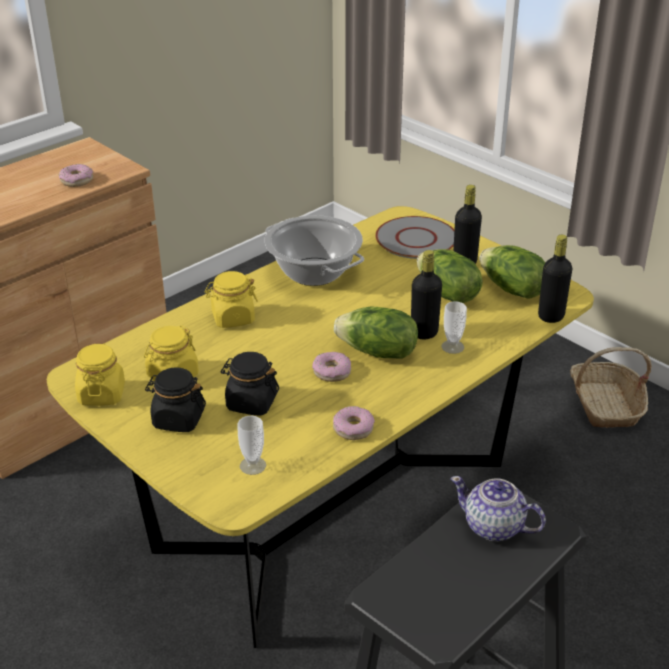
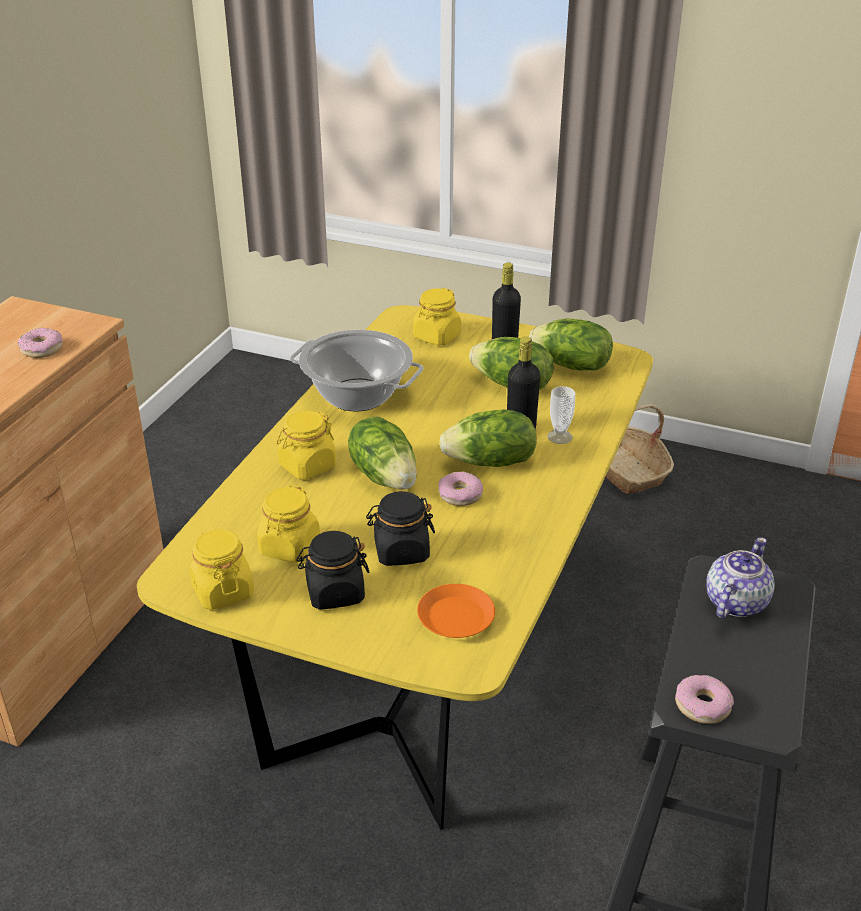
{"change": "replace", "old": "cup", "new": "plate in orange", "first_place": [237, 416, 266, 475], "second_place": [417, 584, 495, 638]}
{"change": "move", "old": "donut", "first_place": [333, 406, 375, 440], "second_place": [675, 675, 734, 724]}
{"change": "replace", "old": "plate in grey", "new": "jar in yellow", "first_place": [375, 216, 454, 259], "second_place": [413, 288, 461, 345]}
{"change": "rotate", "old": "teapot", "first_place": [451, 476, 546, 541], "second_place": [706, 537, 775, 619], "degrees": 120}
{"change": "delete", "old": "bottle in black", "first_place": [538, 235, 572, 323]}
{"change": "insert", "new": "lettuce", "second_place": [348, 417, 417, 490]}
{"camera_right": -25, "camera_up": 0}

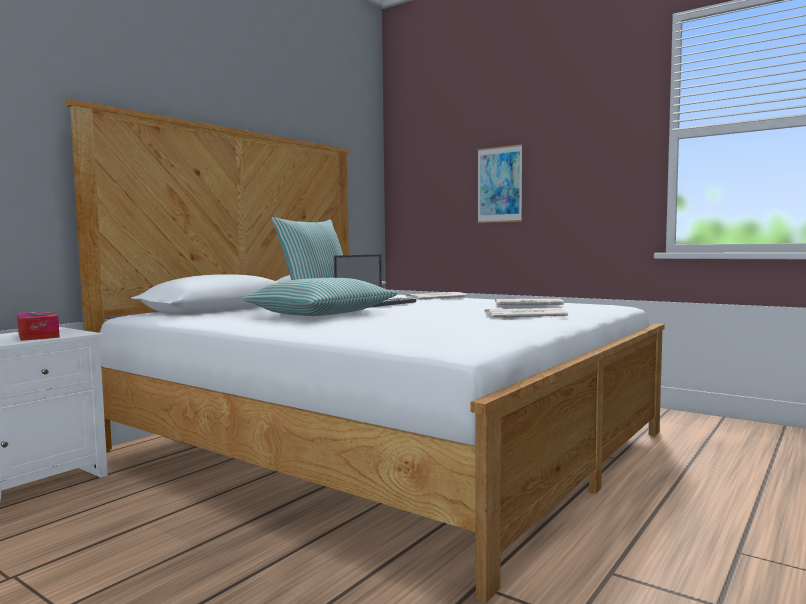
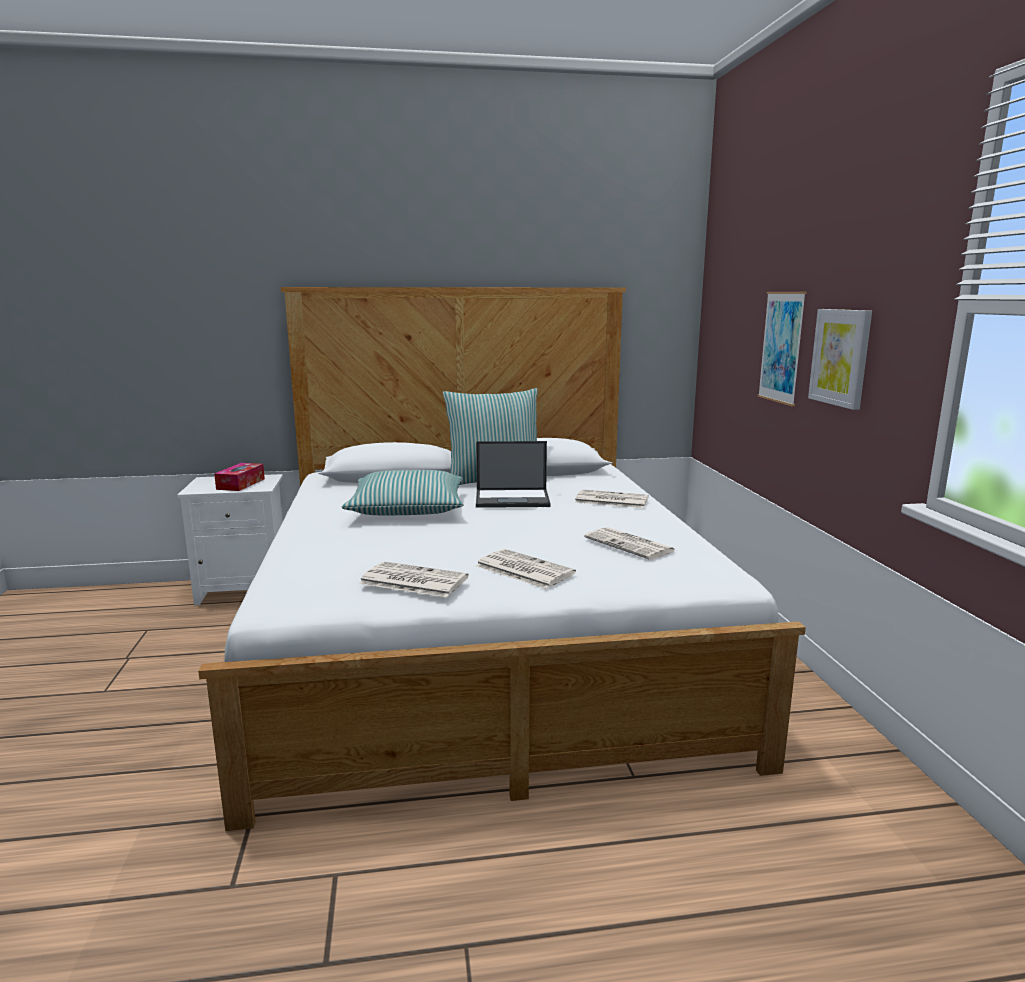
{"change": "insert", "new": "newspaper", "second_place": [359, 562, 469, 597]}
{"change": "insert", "new": "picture", "second_place": [808, 309, 872, 410]}
{"camera_right": 45, "camera_up": 10}

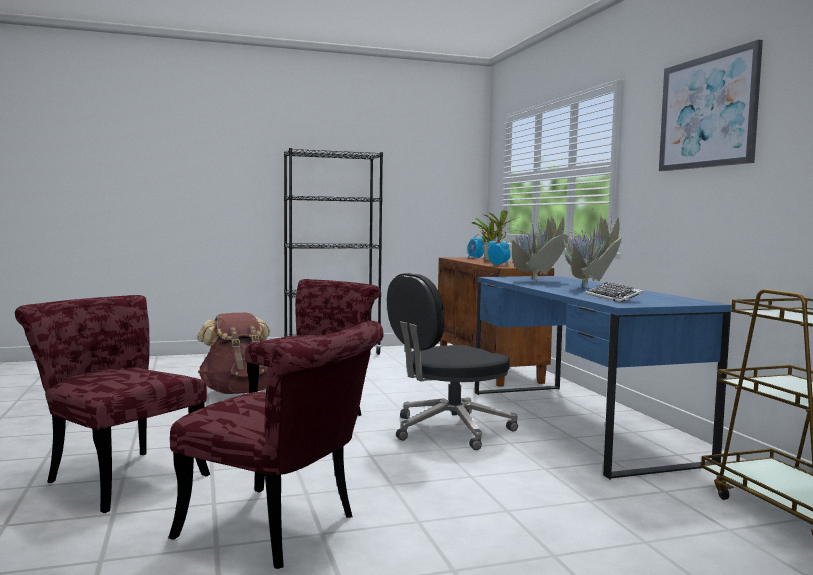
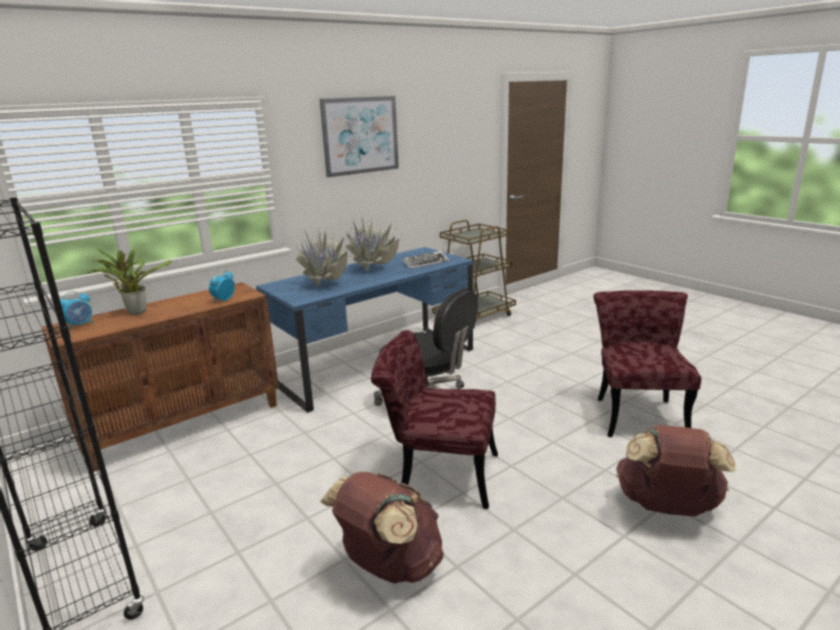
{"change": "replace", "old": "chair in red", "new": "backpack in brown", "first_place": [15, 295, 210, 513], "second_place": [616, 425, 735, 517]}
{"camera_right": -110, "camera_up": 15}

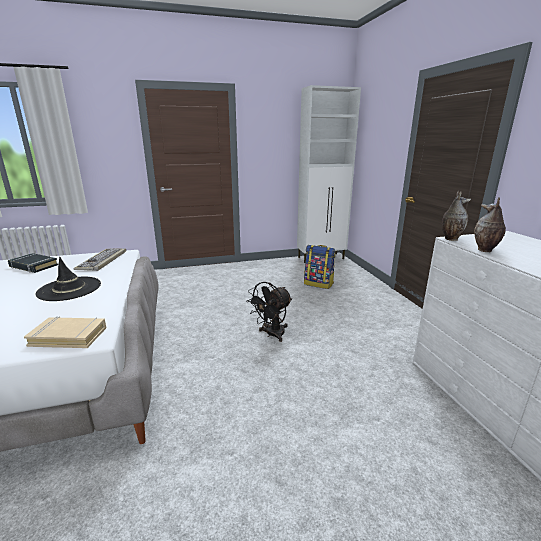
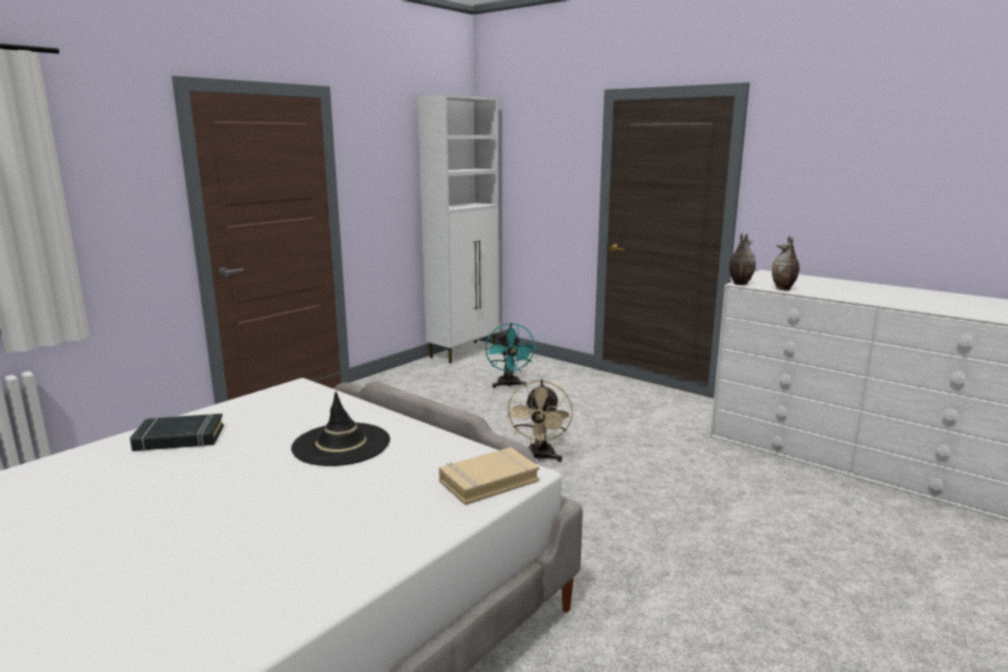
{"change": "delete", "old": "keyboard", "first_place": [74, 248, 126, 271]}
{"change": "recolor", "old": "fan in black", "new": "fan in beige", "first_place": [246, 282, 292, 342], "second_place": [506, 380, 573, 462]}
{"change": "replace", "old": "backpack", "new": "fan in turquoise", "first_place": [304, 245, 335, 289], "second_place": [485, 323, 536, 388]}
{"camera_right": -35, "camera_up": -5}

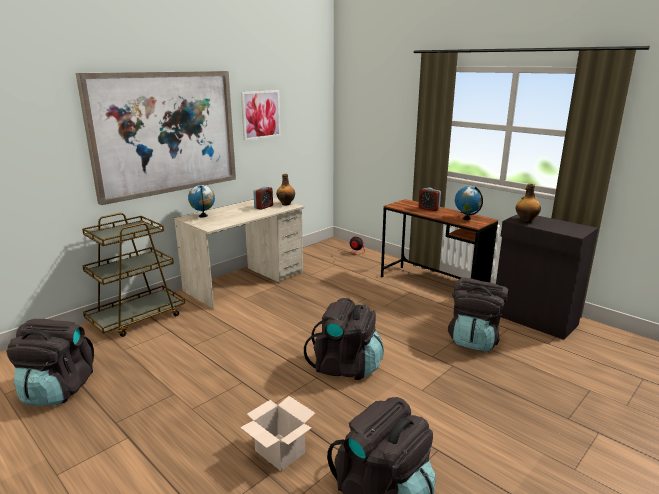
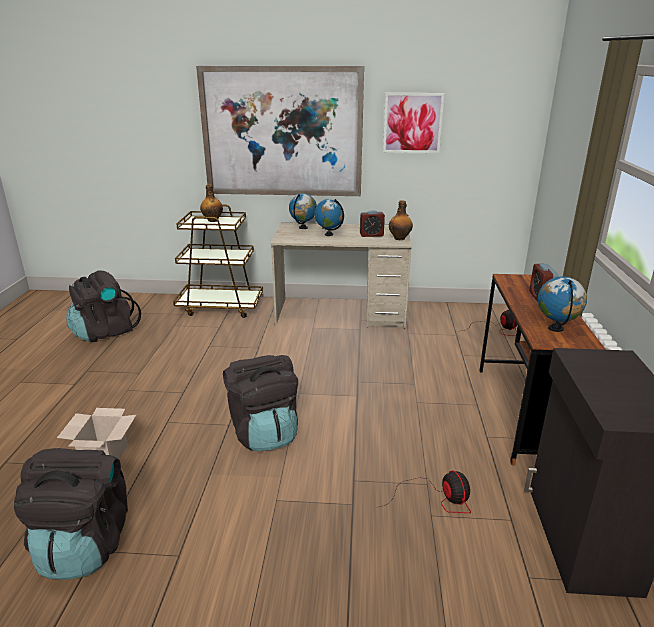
{"change": "replace", "old": "backpack in black", "new": "fan", "first_place": [448, 277, 508, 351], "second_place": [376, 470, 471, 513]}
{"change": "move", "old": "bottle", "first_place": [516, 184, 541, 222], "second_place": [200, 185, 223, 222]}
{"change": "insert", "new": "globe", "second_place": [315, 199, 344, 236]}
{"camera_right": 50, "camera_up": 5}

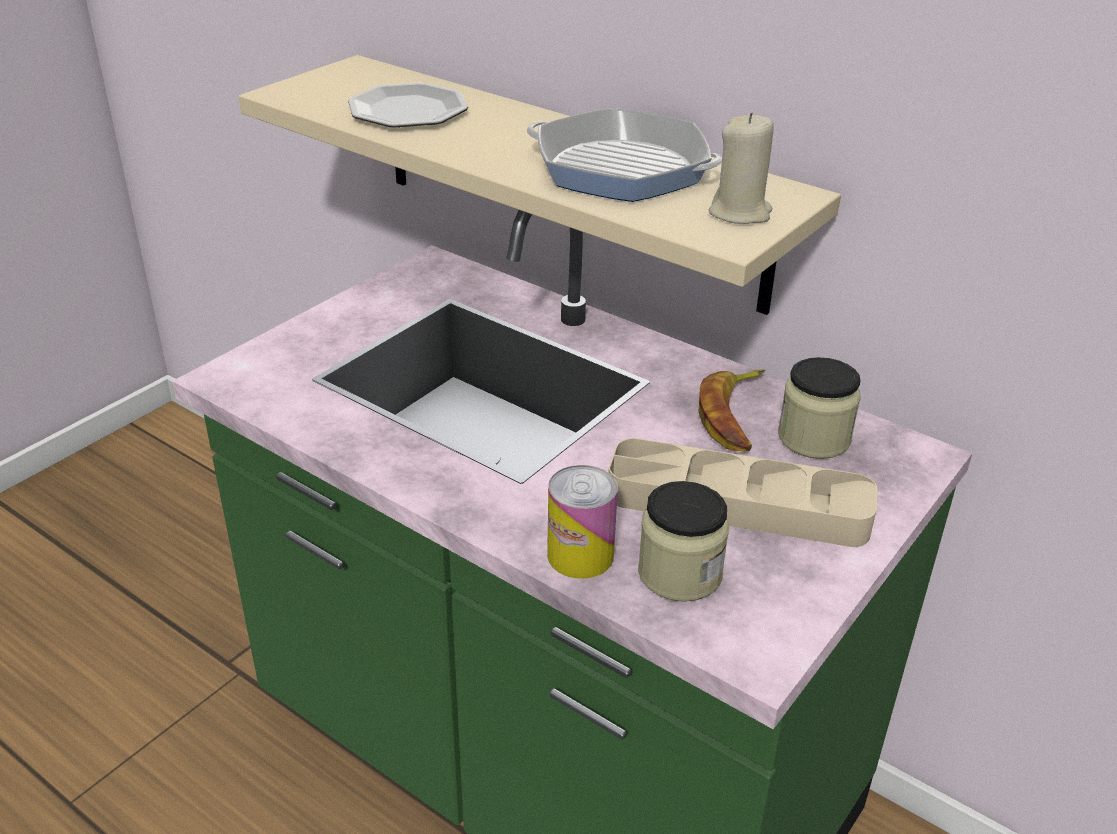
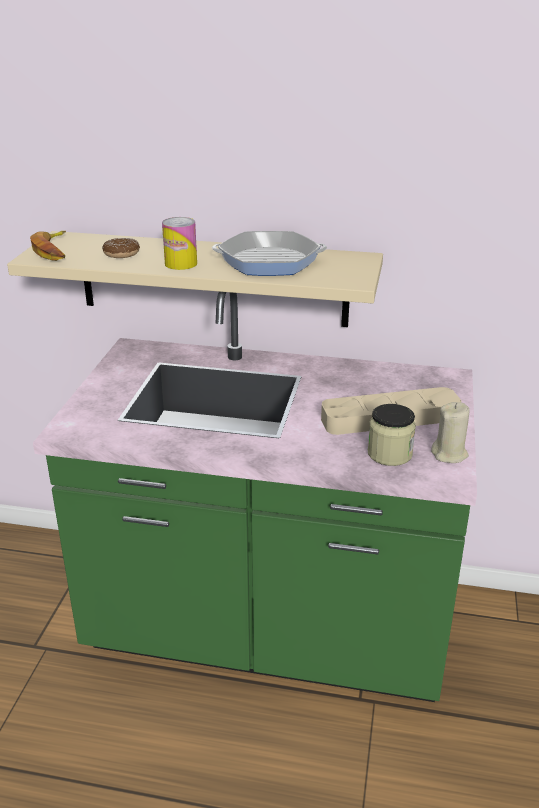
{"change": "replace", "old": "plate", "new": "donut", "first_place": [348, 82, 468, 128], "second_place": [102, 238, 140, 258]}
{"change": "move", "old": "can", "first_place": [547, 465, 618, 579], "second_place": [162, 217, 197, 270]}
{"change": "move", "old": "banana", "first_place": [698, 369, 765, 451], "second_place": [30, 231, 66, 261]}
{"change": "move", "old": "candle in beige", "first_place": [709, 113, 774, 224], "second_place": [431, 402, 470, 463]}
{"change": "delete", "old": "jar", "first_place": [778, 357, 861, 459]}
{"camera_right": -25, "camera_up": -5}

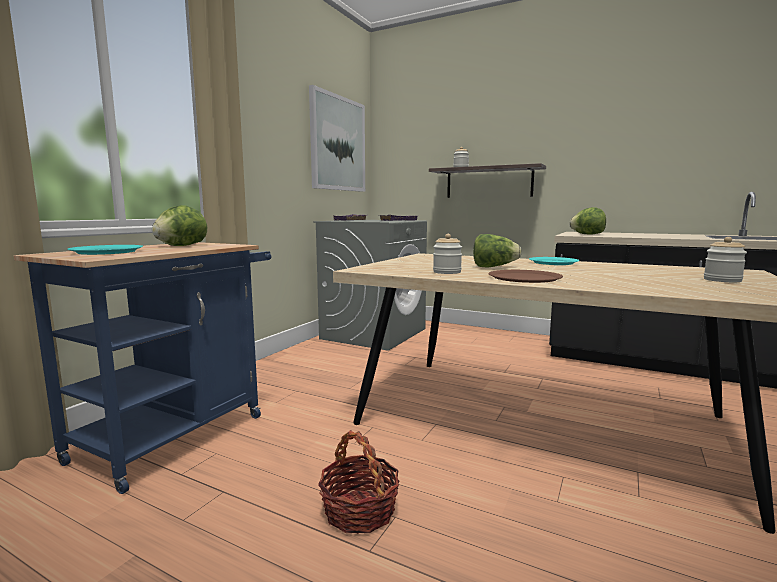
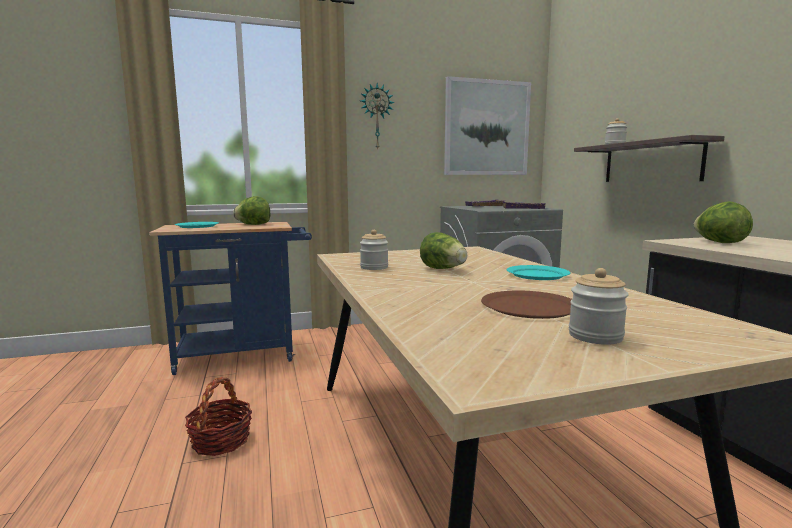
{"change": "move", "old": "plate in brown", "first_place": [488, 270, 563, 283], "second_place": [481, 291, 572, 319]}
{"change": "insert", "new": "wall clock", "second_place": [360, 83, 394, 150]}
{"camera_right": 45, "camera_up": 0}

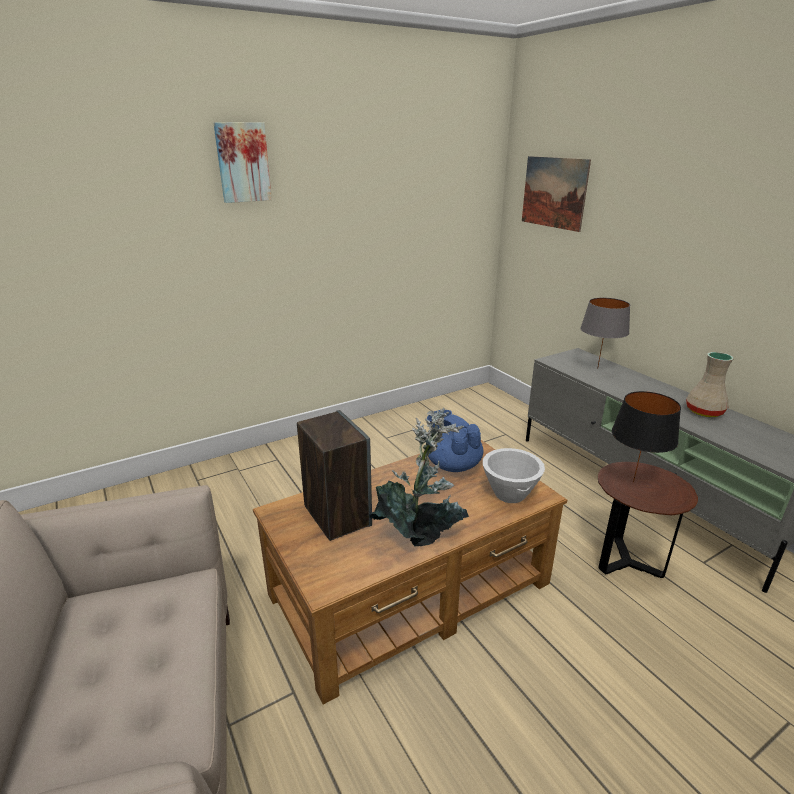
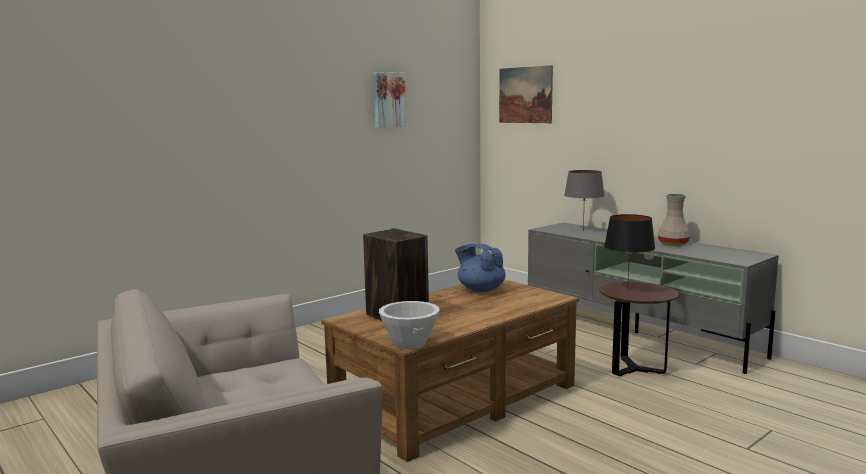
{"change": "move", "old": "picture", "first_place": [213, 122, 272, 203], "second_place": [373, 72, 406, 128]}
{"change": "delete", "old": "potted plant", "first_place": [369, 408, 469, 546]}
{"change": "move", "old": "bowl in white", "first_place": [483, 448, 545, 503], "second_place": [379, 301, 440, 350]}
{"camera_right": -10, "camera_up": -15}

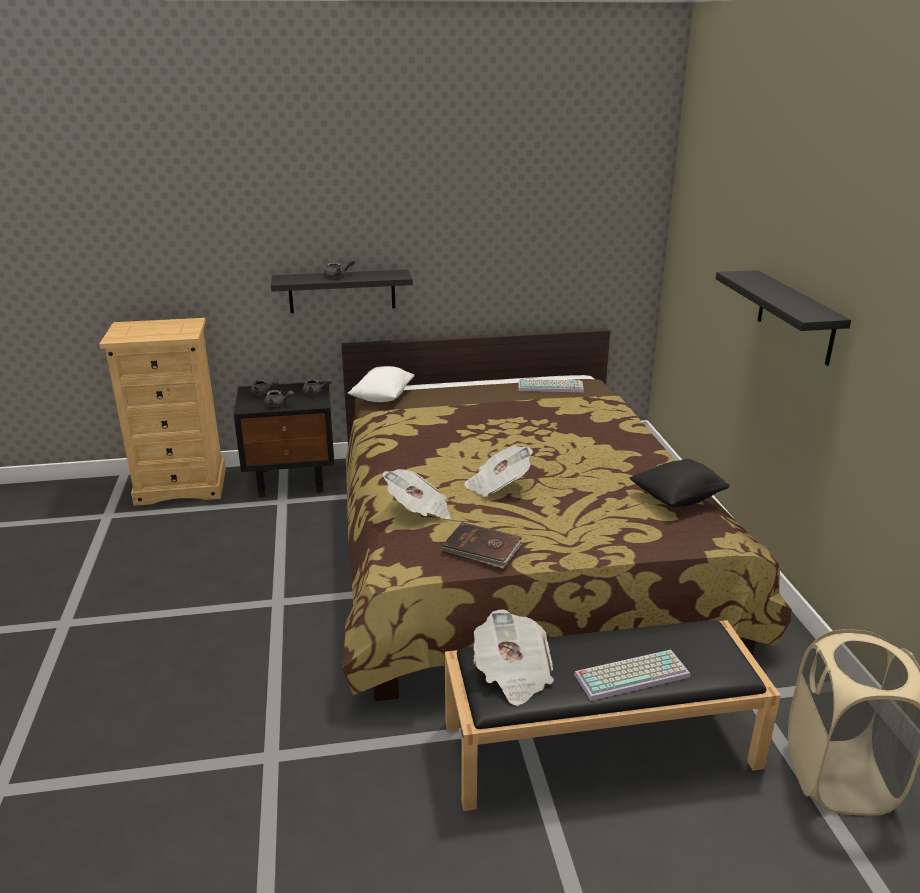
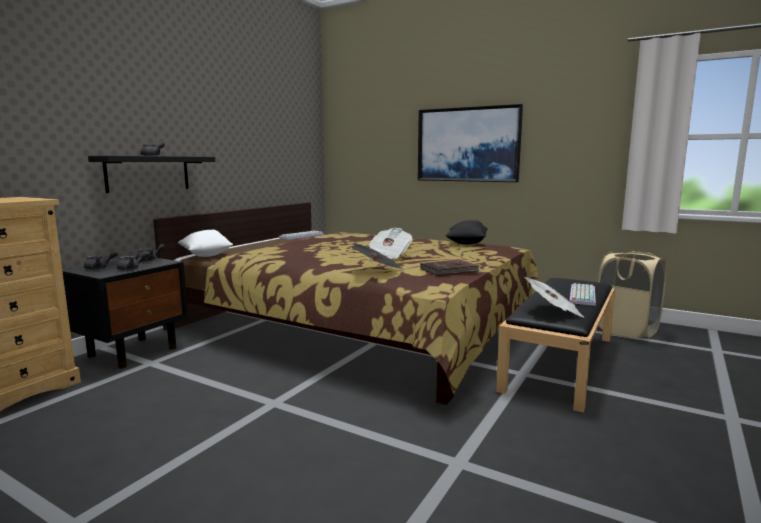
{"change": "replace", "old": "shelf in black", "new": "picture", "first_place": [716, 270, 851, 366], "second_place": [418, 104, 523, 182]}
{"camera_right": -50, "camera_up": -15}

